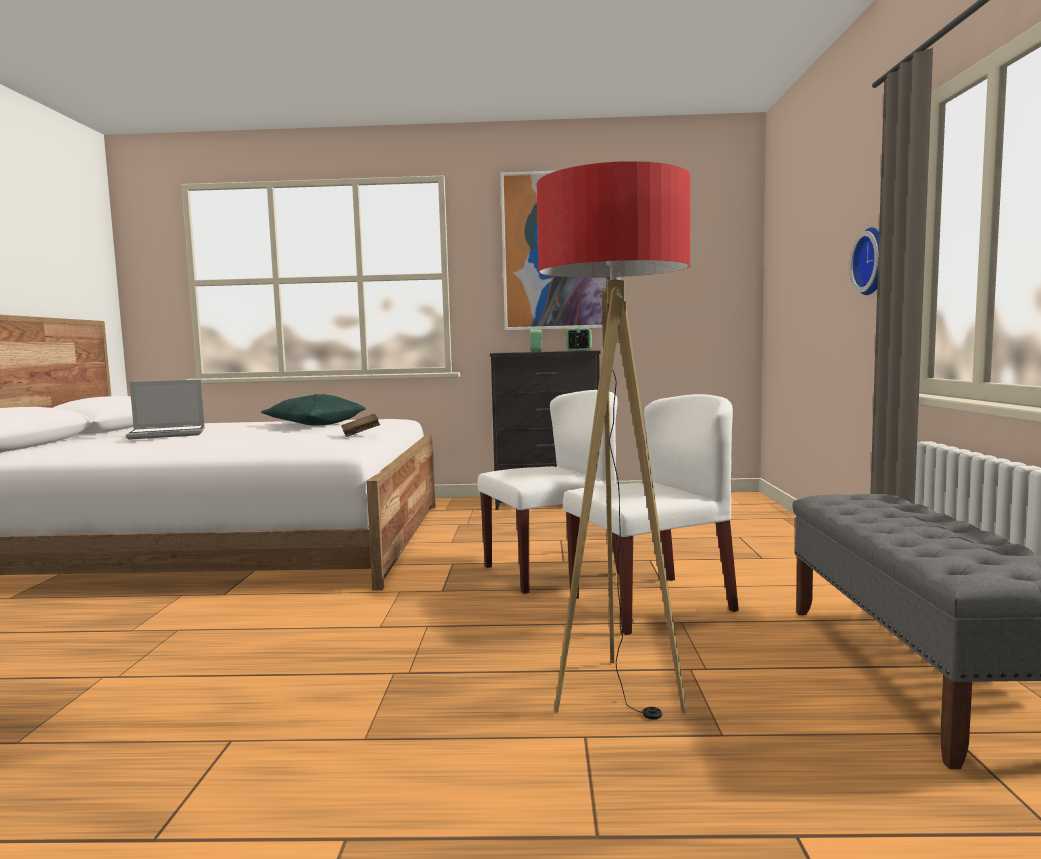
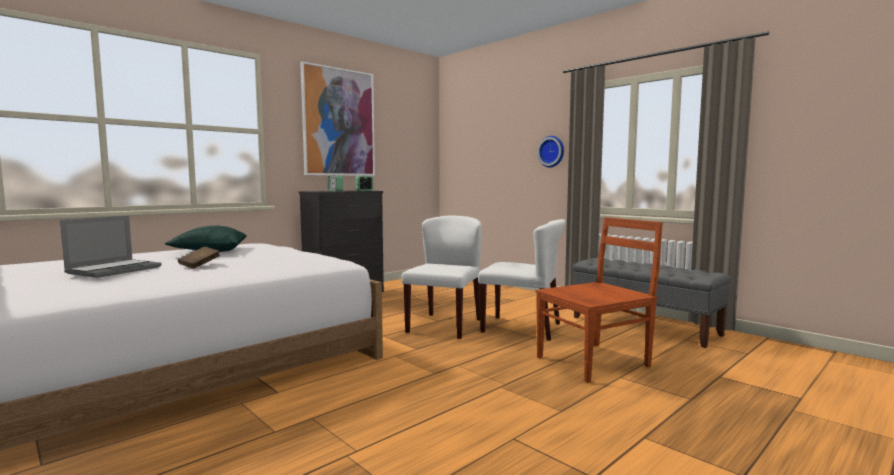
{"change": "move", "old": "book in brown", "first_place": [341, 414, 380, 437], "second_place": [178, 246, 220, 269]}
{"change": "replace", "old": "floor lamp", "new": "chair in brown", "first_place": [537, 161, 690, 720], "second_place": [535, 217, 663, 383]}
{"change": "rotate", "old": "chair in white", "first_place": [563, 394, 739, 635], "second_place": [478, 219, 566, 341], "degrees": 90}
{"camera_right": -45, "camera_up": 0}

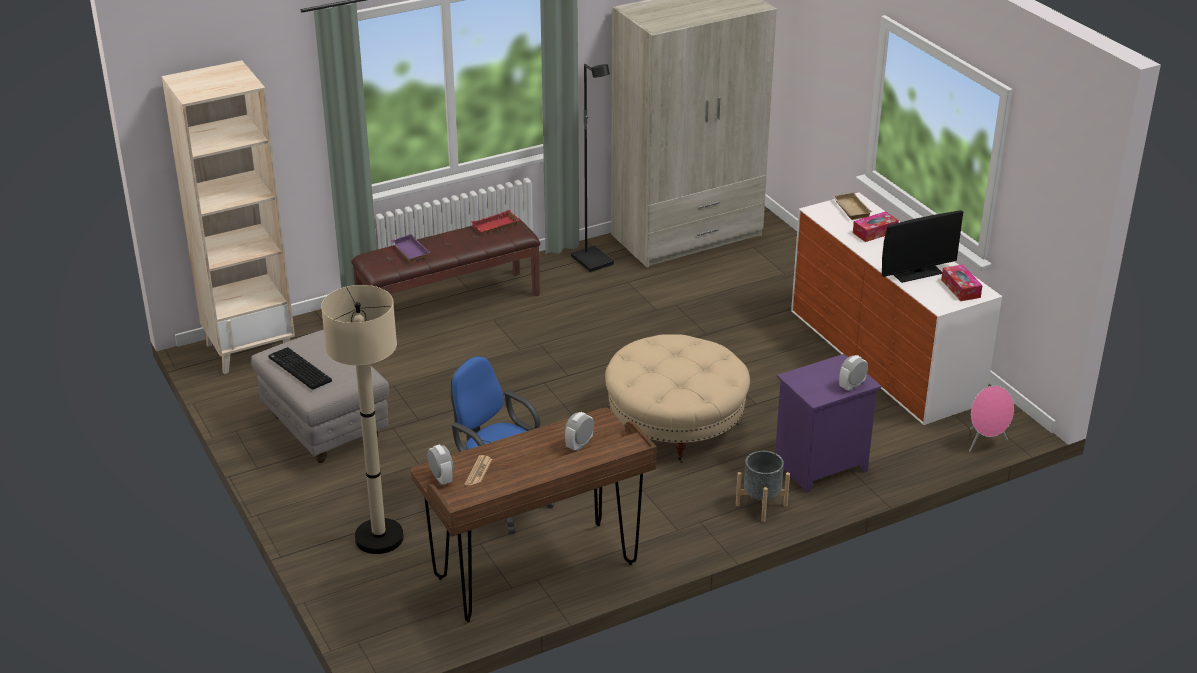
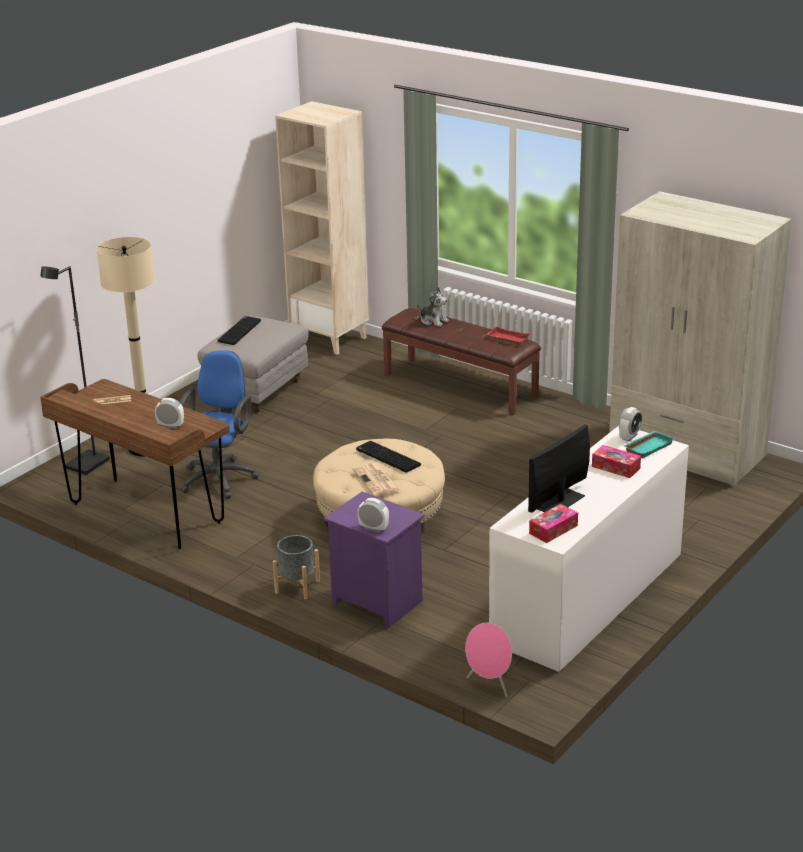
{"change": "replace", "old": "tray in purple", "new": "plush toy", "first_place": [391, 234, 430, 262], "second_place": [417, 286, 449, 327]}
{"change": "move", "old": "alarm clock", "first_place": [427, 445, 453, 485], "second_place": [619, 407, 642, 441]}
{"change": "move", "old": "floor lamp in black", "first_place": [571, 64, 614, 272], "second_place": [40, 266, 110, 475]}
{"change": "recolor", "old": "tray in beige", "new": "tray in turquoise", "first_place": [832, 192, 872, 220], "second_place": [624, 431, 674, 458]}
{"change": "rotate", "old": "monitor", "first_place": [882, 210, 963, 283], "second_place": [528, 425, 590, 513], "degrees": 90}
{"change": "insert", "new": "newspaper", "second_place": [353, 463, 400, 496]}
{"change": "insert", "new": "keyboard", "second_place": [356, 441, 421, 473]}
{"camera_right": 65, "camera_up": -5}

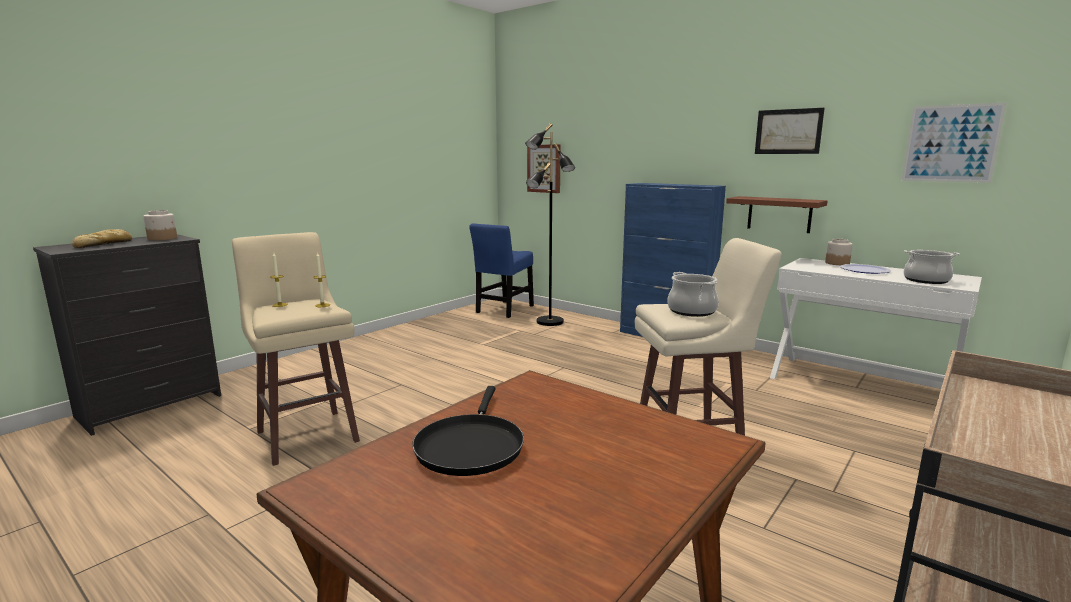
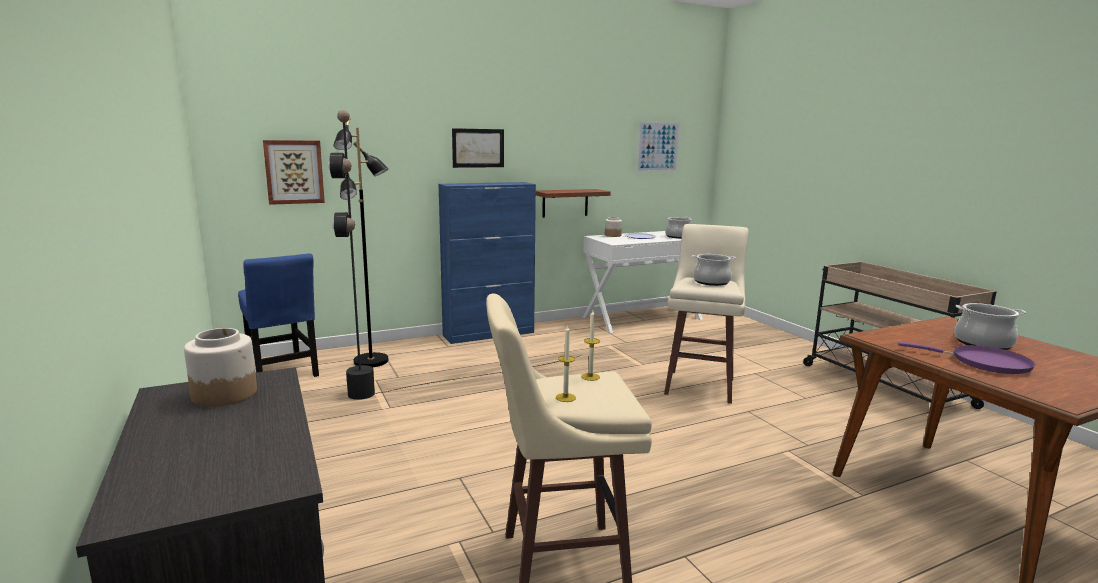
{"change": "delete", "old": "bread", "first_place": [72, 229, 132, 248]}
{"change": "recolor", "old": "frying pan in black", "new": "frying pan in purple", "first_place": [412, 386, 524, 476], "second_place": [898, 341, 1035, 374]}
{"change": "move", "old": "picture", "first_place": [755, 108, 825, 154], "second_place": [452, 128, 504, 168]}
{"change": "insert", "new": "floor lamp in black", "second_place": [328, 110, 582, 400]}
{"change": "insert", "new": "cooking pot", "second_place": [954, 303, 1026, 350]}
{"camera_right": -65, "camera_up": 0}

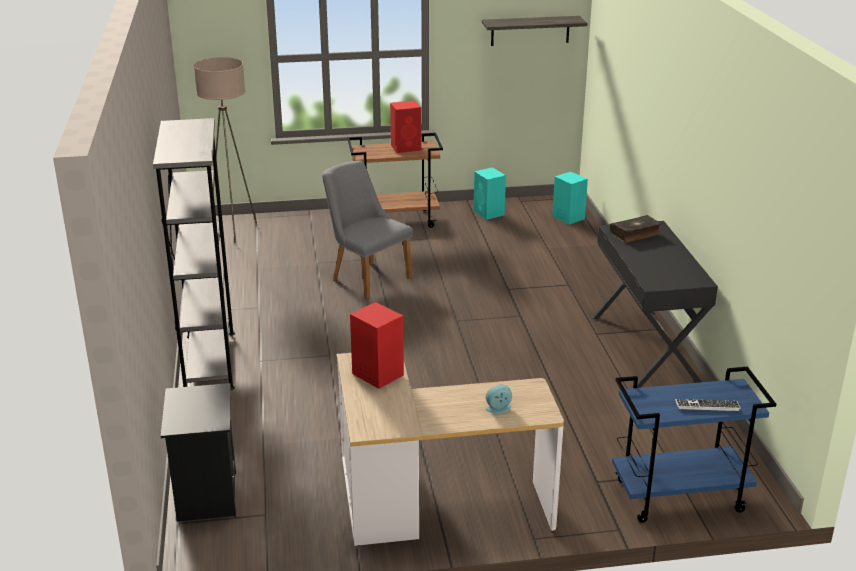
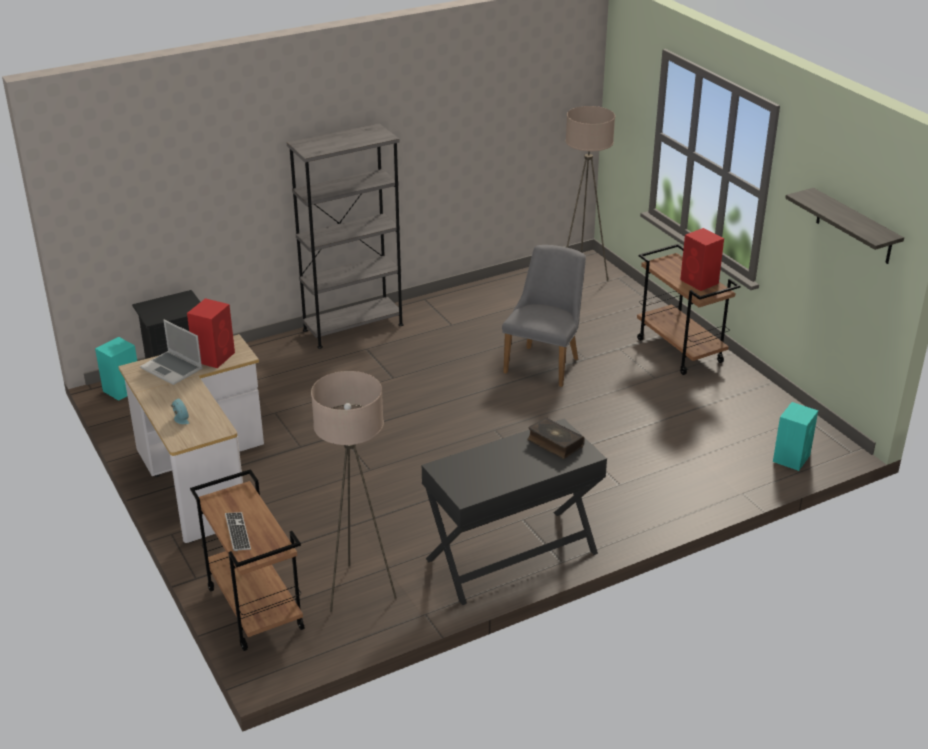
{"change": "move", "old": "speaker in turquoise", "first_place": [473, 167, 506, 220], "second_place": [95, 337, 137, 401]}
{"change": "recolor", "old": "cart in blue", "new": "cart in brown", "first_place": [612, 367, 776, 523], "second_place": [190, 469, 304, 651]}
{"change": "insert", "new": "laptop", "second_place": [140, 320, 202, 385]}
{"change": "insert", "new": "floor lamp in beige", "second_place": [311, 371, 397, 612]}
{"camera_right": 70, "camera_up": 5}

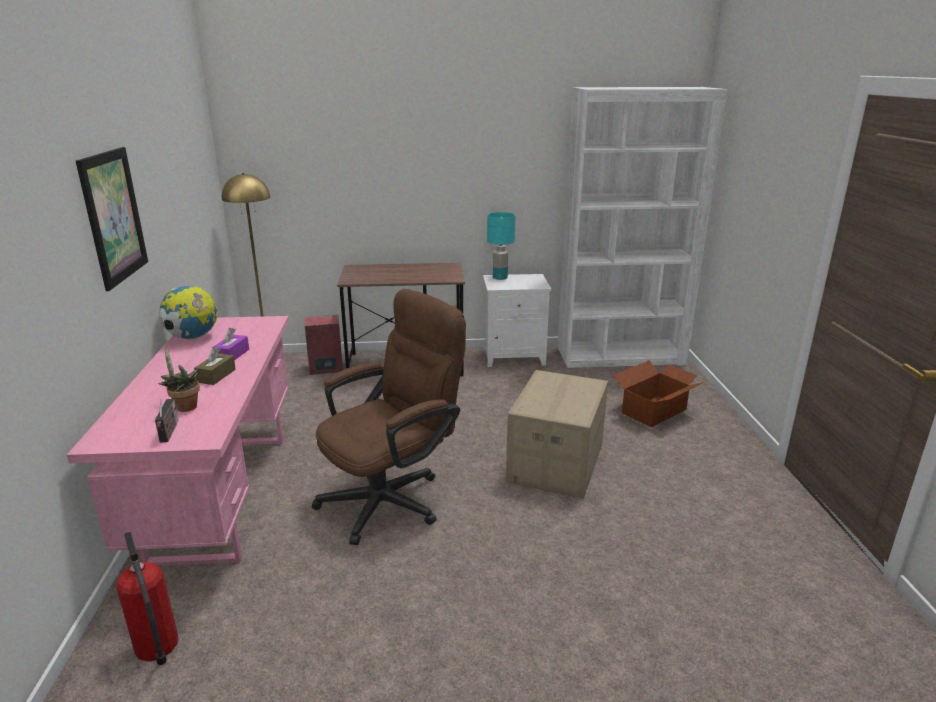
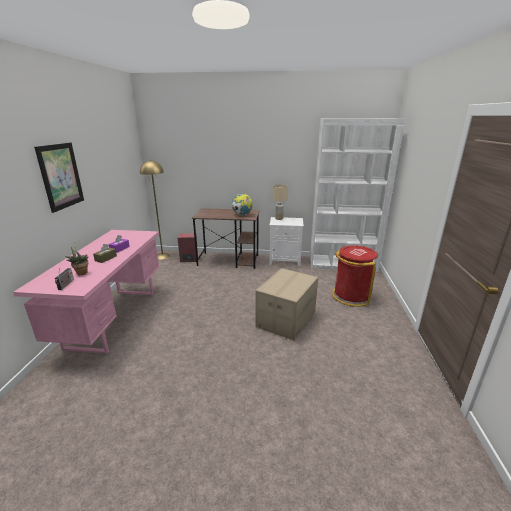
{"change": "delete", "old": "fire extinguisher", "first_place": [117, 532, 178, 665]}
{"change": "move", "old": "globe", "first_place": [159, 286, 217, 340], "second_place": [232, 194, 253, 215]}
{"change": "delete", "old": "office chair in brown", "first_place": [312, 289, 466, 545]}
{"change": "recolor", "old": "table lamp in turquoise", "new": "table lamp in beige", "first_place": [487, 212, 516, 280], "second_place": [273, 184, 288, 220]}
{"change": "replace", "old": "cardboard box", "new": "trash can in red", "first_place": [613, 360, 705, 428], "second_place": [332, 245, 378, 307]}
{"camera_right": 10, "camera_up": 0}

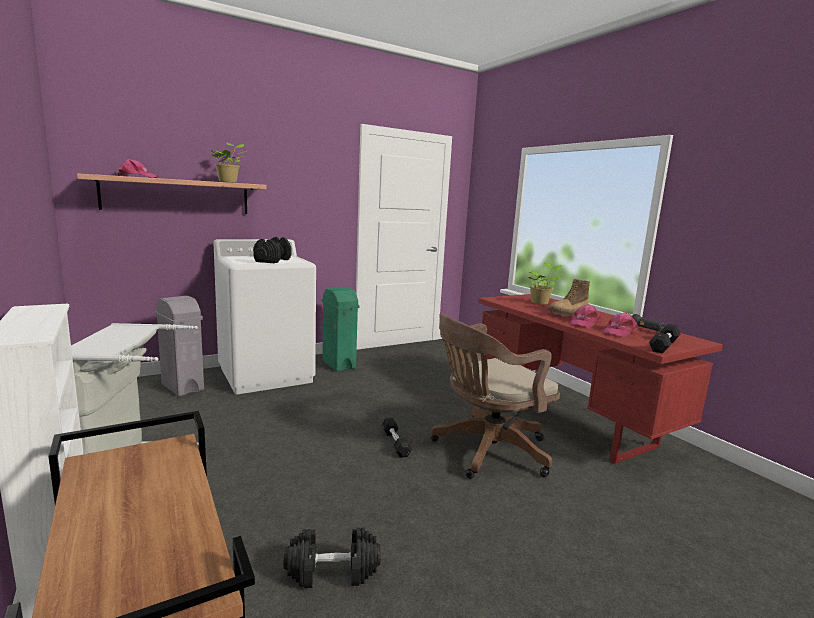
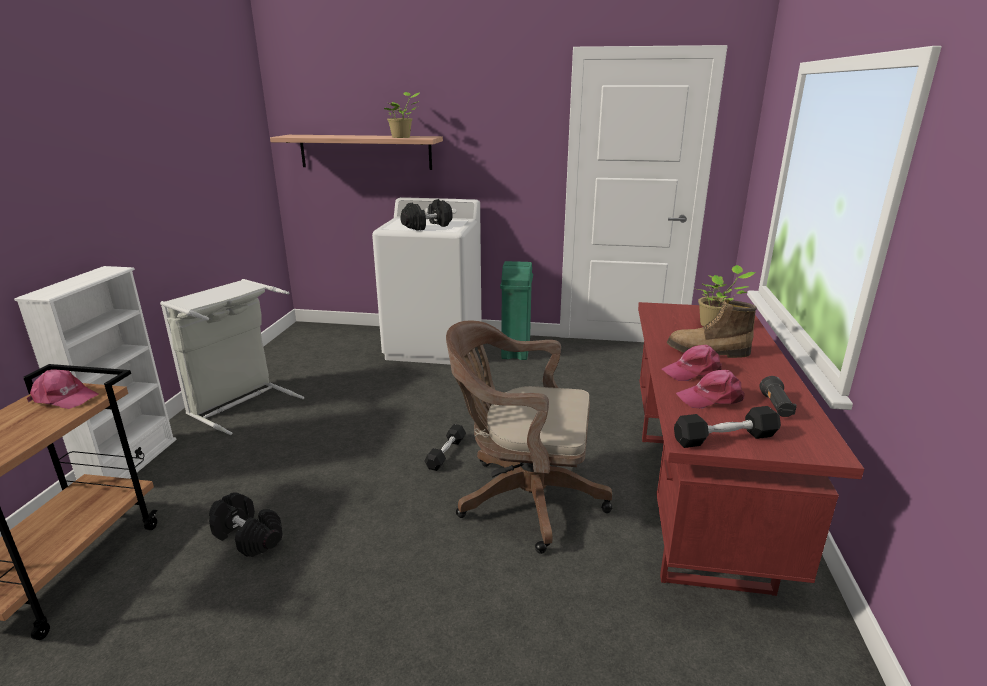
{"change": "move", "old": "cap in pink", "first_place": [117, 159, 159, 178], "second_place": [27, 369, 98, 409]}
{"change": "delete", "old": "trash can in grey", "first_place": [154, 296, 204, 396]}
{"camera_right": 40, "camera_up": 10}

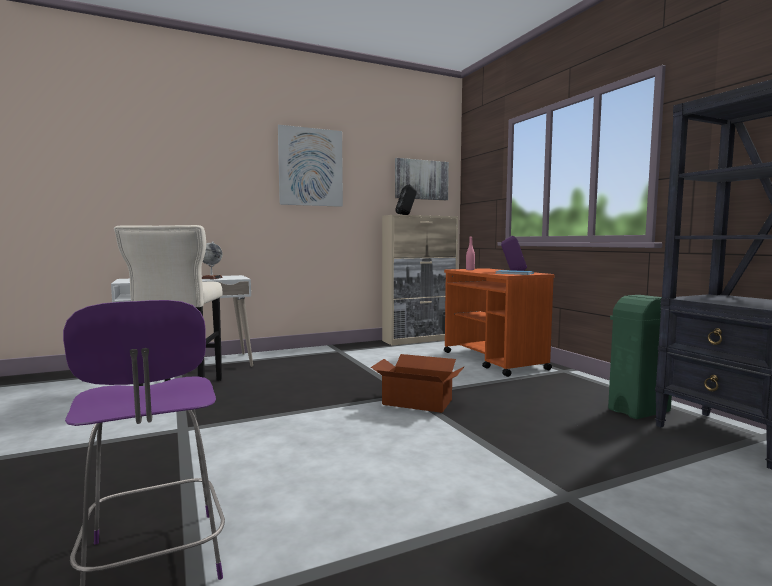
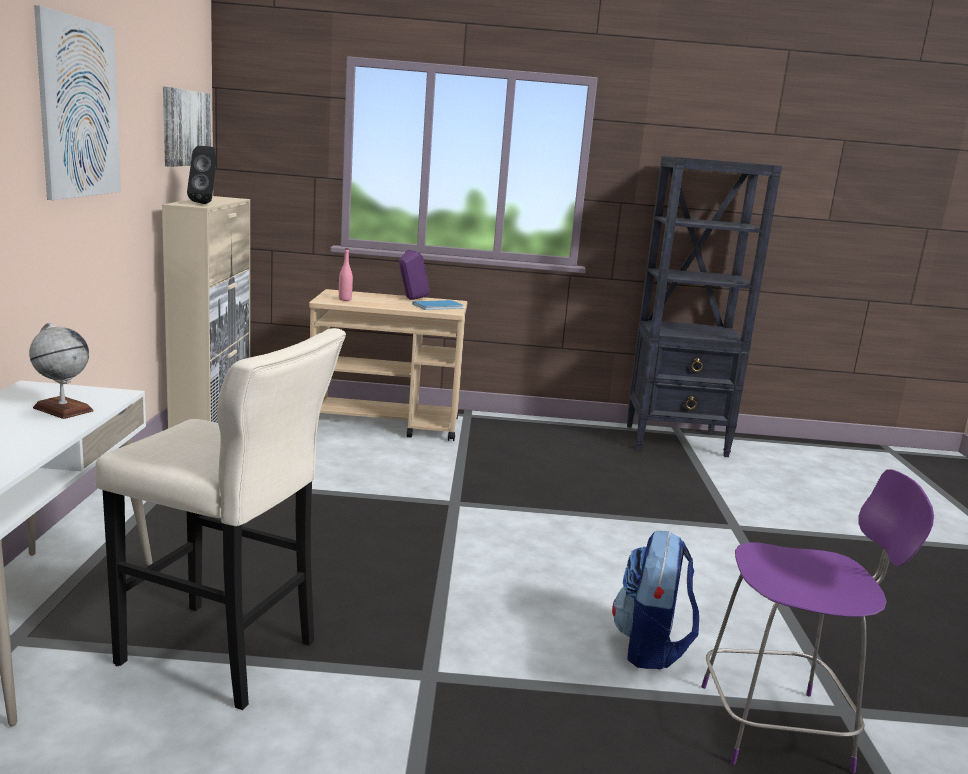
{"change": "delete", "old": "cardboard box", "first_place": [371, 354, 465, 413]}
{"change": "recolor", "old": "cart in orange", "new": "cart in beige", "first_place": [444, 268, 555, 377], "second_place": [309, 289, 468, 441]}
{"change": "delete", "old": "trash can in green", "first_place": [608, 295, 672, 419]}
{"change": "insert", "new": "backpack", "second_place": [612, 531, 699, 669]}
{"camera_right": -65, "camera_up": 10}

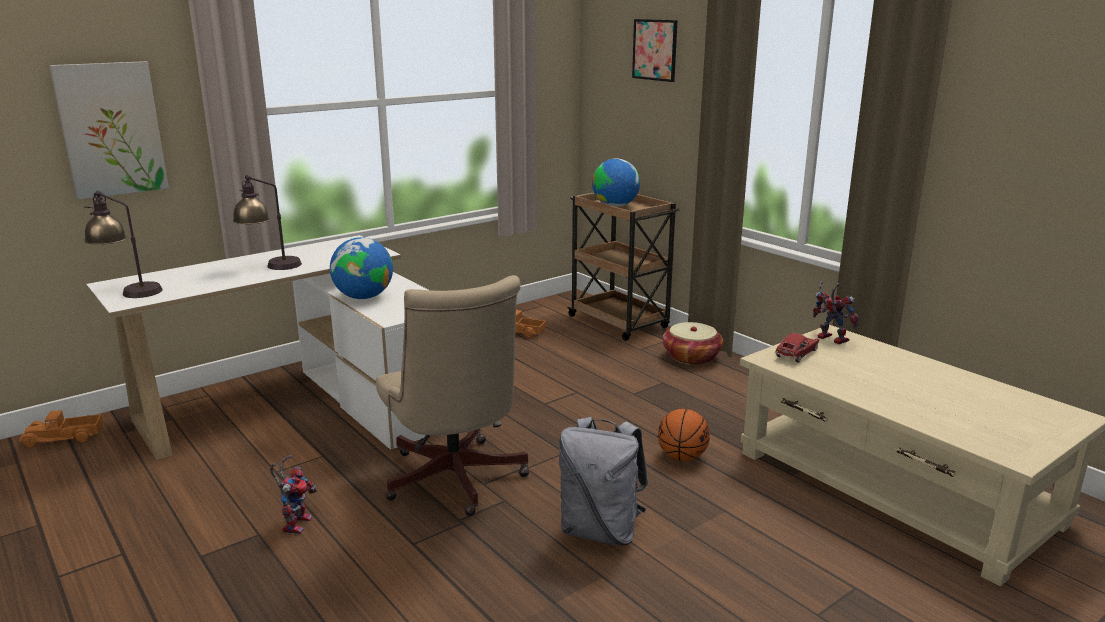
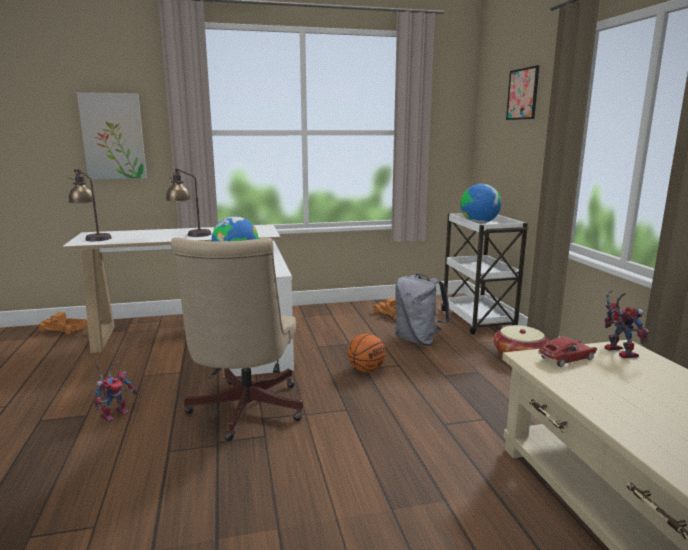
{"change": "move", "old": "backpack in grey", "first_place": [559, 417, 648, 546], "second_place": [395, 274, 451, 346]}
{"change": "recolor", "old": "cart in brown", "new": "cart in white", "first_place": [567, 192, 679, 341], "second_place": [440, 213, 529, 335]}
{"change": "move", "old": "basketball", "first_place": [658, 409, 710, 461], "second_place": [348, 334, 386, 372]}
{"camera_right": 25, "camera_up": -5}

